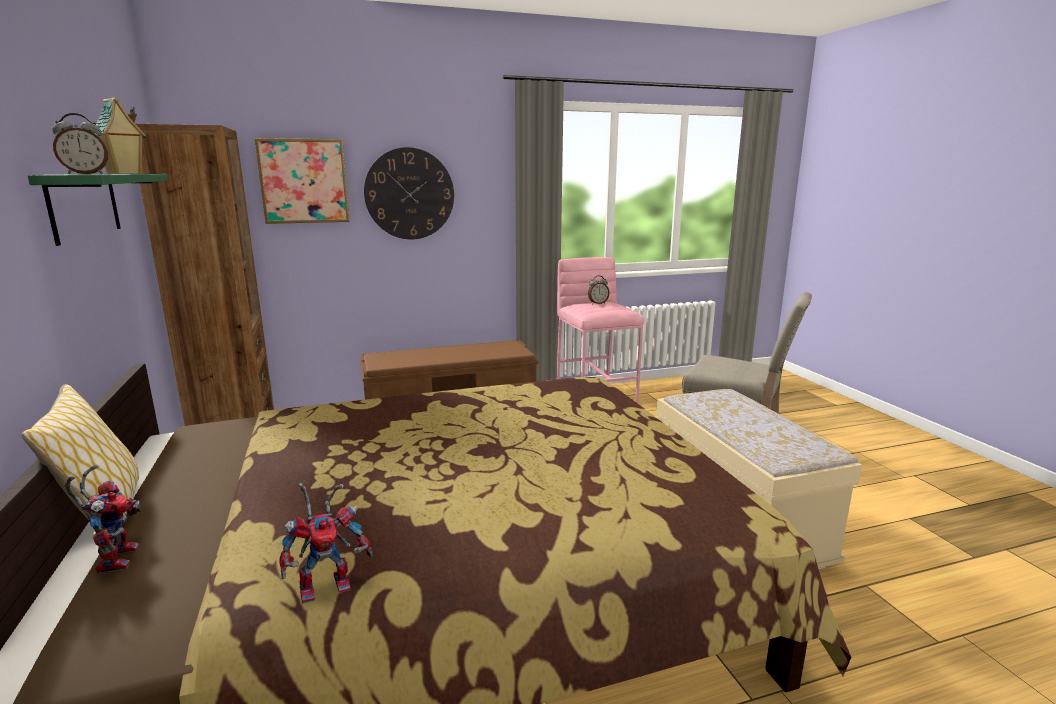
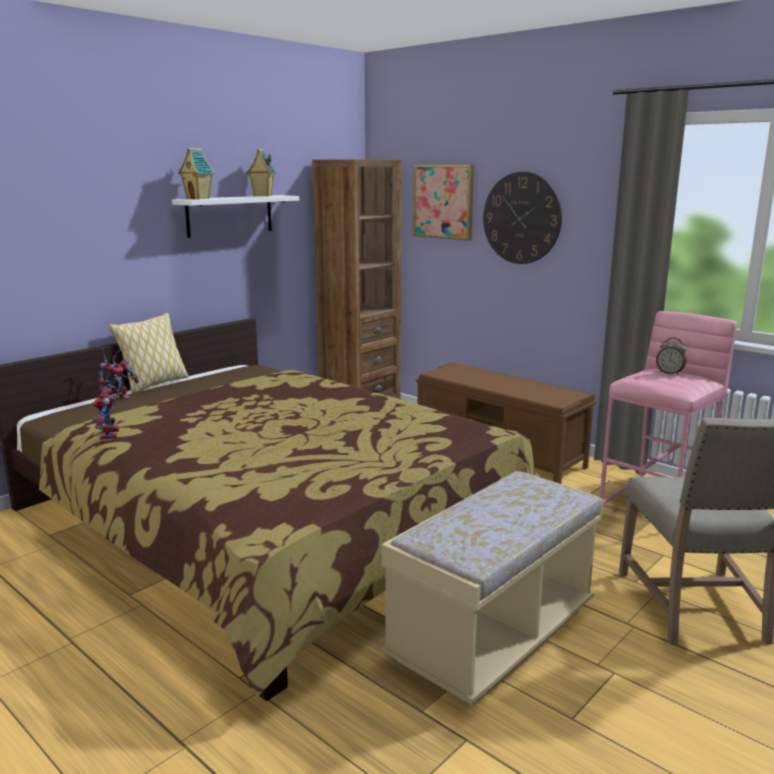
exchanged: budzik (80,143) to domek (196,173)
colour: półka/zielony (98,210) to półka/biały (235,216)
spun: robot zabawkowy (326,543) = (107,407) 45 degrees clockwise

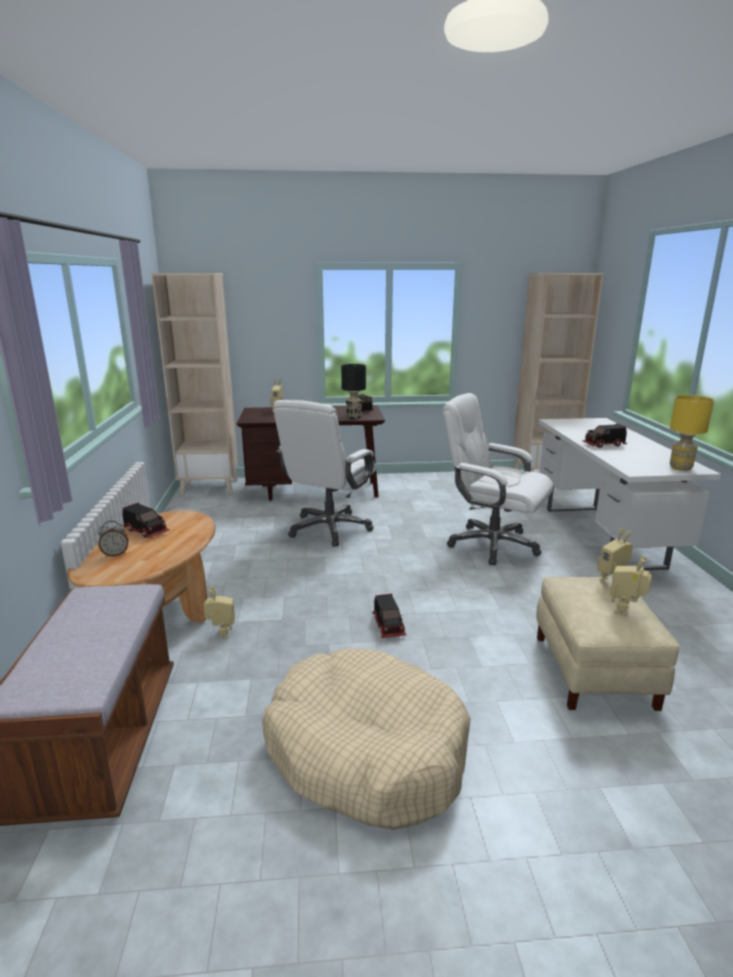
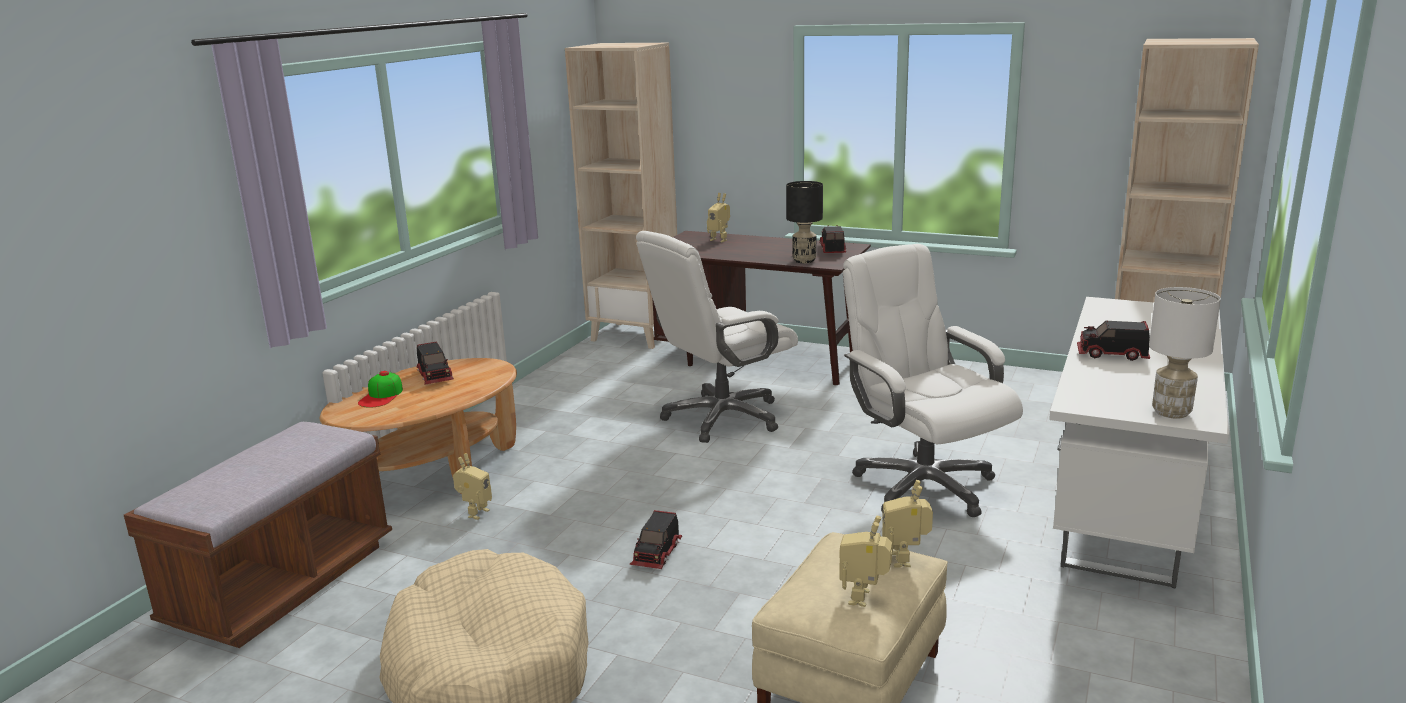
exchanged: budzik (113,539) to czapka z daszkiem (380,389)
colour: lampa stołowa/żółty (692,433) to lampa stołowa/biały (1185,353)
spun: robot zabawkowy (631,585) = (865,561) 45 degrees counterclockwise

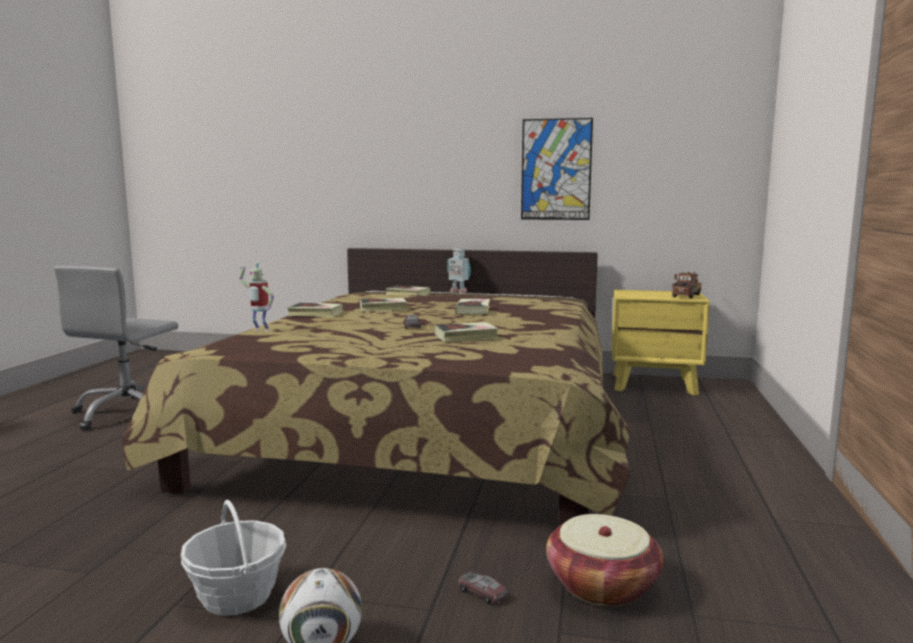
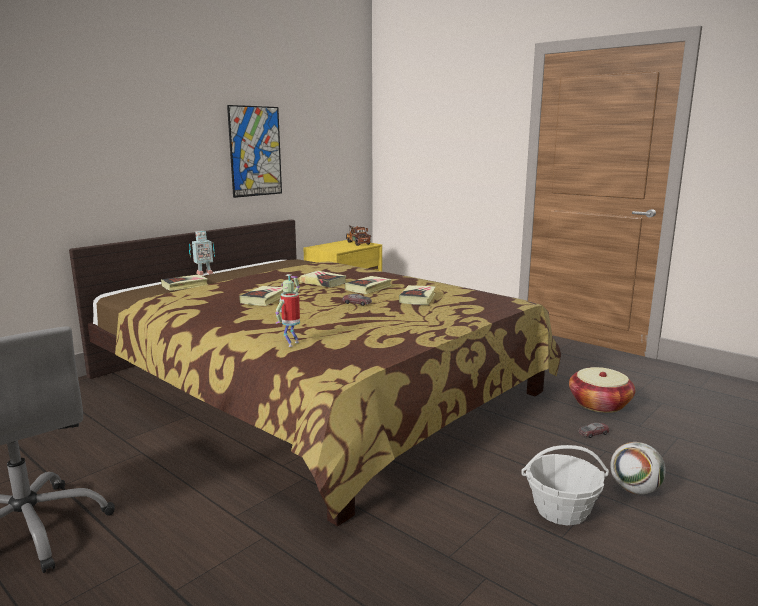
relocated: książka (315,310) to (368,285)
spun: robot zabawkowy (256,297) = (288,310) 150 degrees clockwise

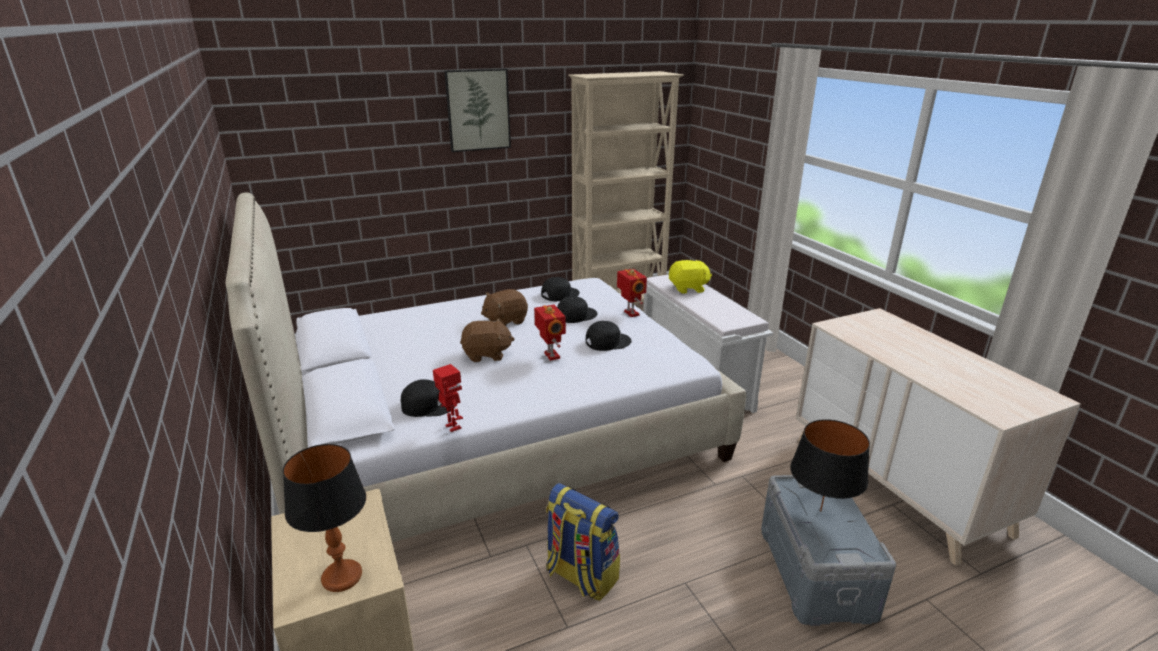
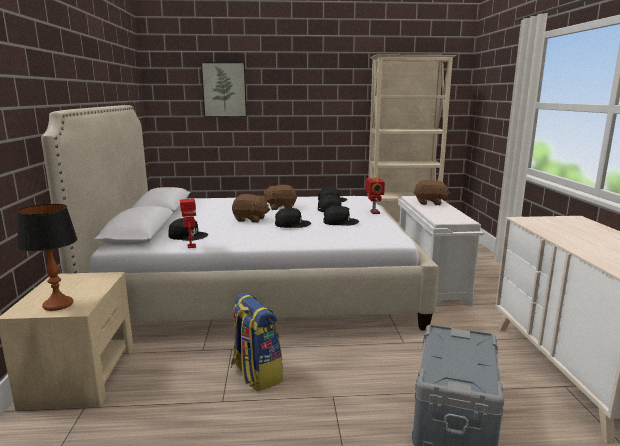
missing: lampa stołowa/czarny (830,465)
relocated: obraz (477,110) to (224,89)
exchanged: robot zabawkowy (550,333) to czapka z daszkiem/czarny (293,218)
colour: pluszak/żółty (690,276) to pluszak/brązowy (432,192)

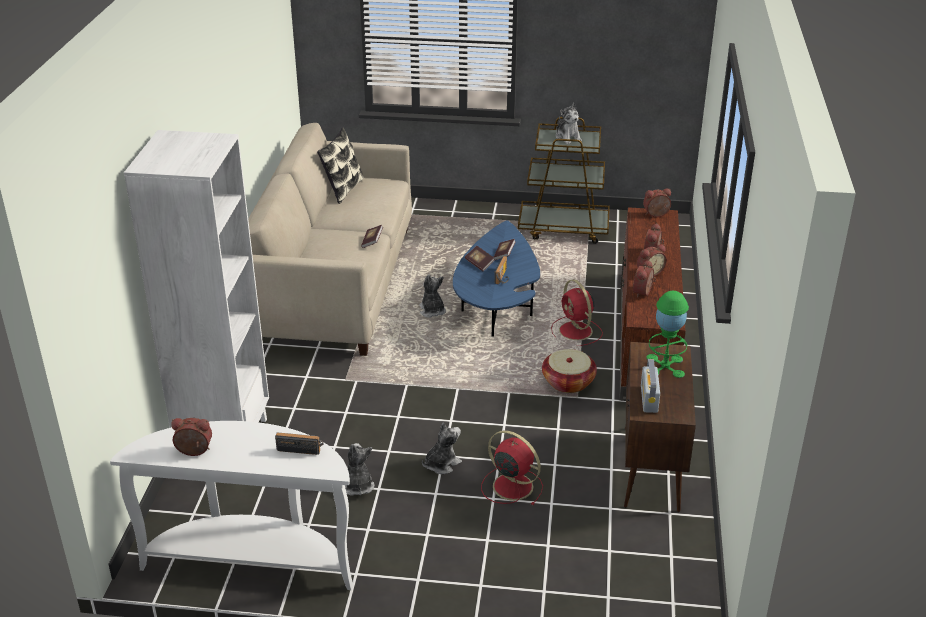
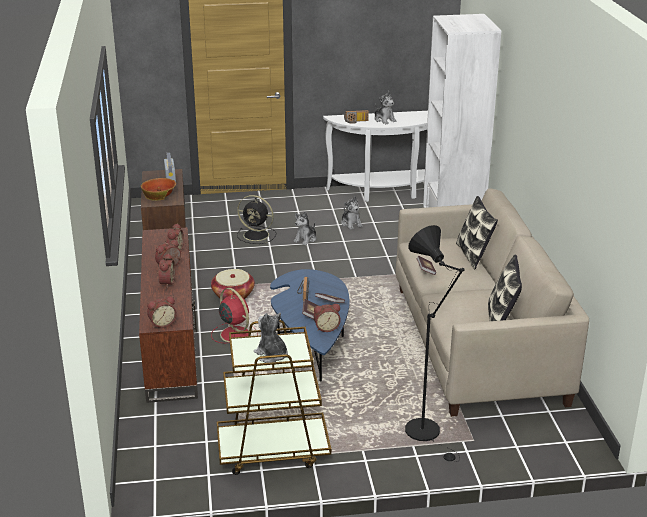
appeared: lampa stojąca/czarny (435,343); poduszka (477,232)
relocated: budzik (191,437) to (327,318); pluszak (432,296) to (385,107)
exchanged: lampa stołowa/zielony (667,334) to miska (158,189)
colour: wentylator/czerwony (512,467) to wentylator/czarny (256,219)

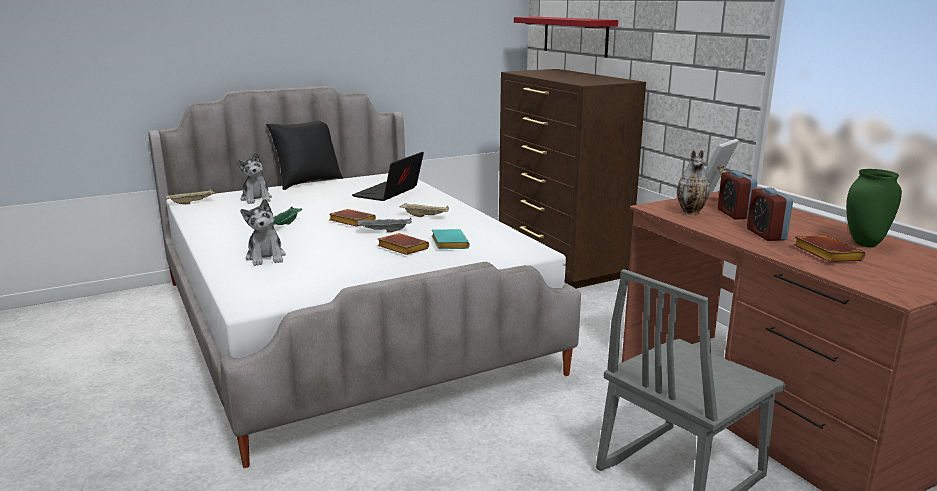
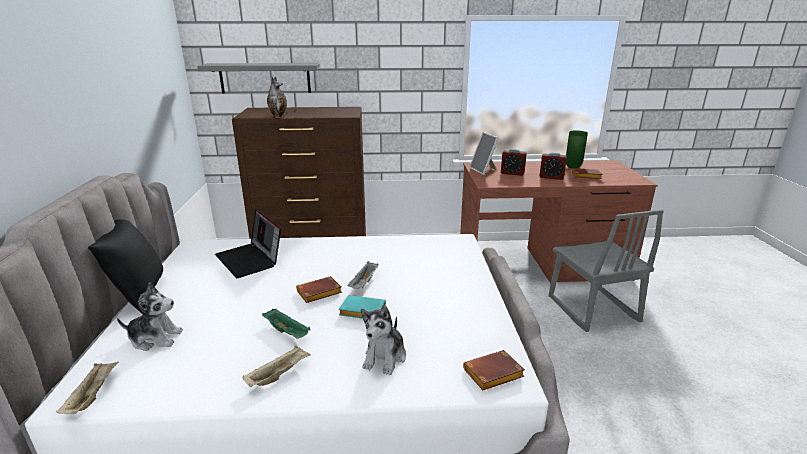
relocated: taca/beżowy (424,210) to (277,366); wazon (693,182) to (277,97); książka/turkusowy (451,239) to (362,307); książka/brązowy (403,244) to (494,370)
colour: półka/czerwony (566,37) to półka/szary (258,78)
spun: pluszak (263,232) = (383,340) 105 degrees clockwise

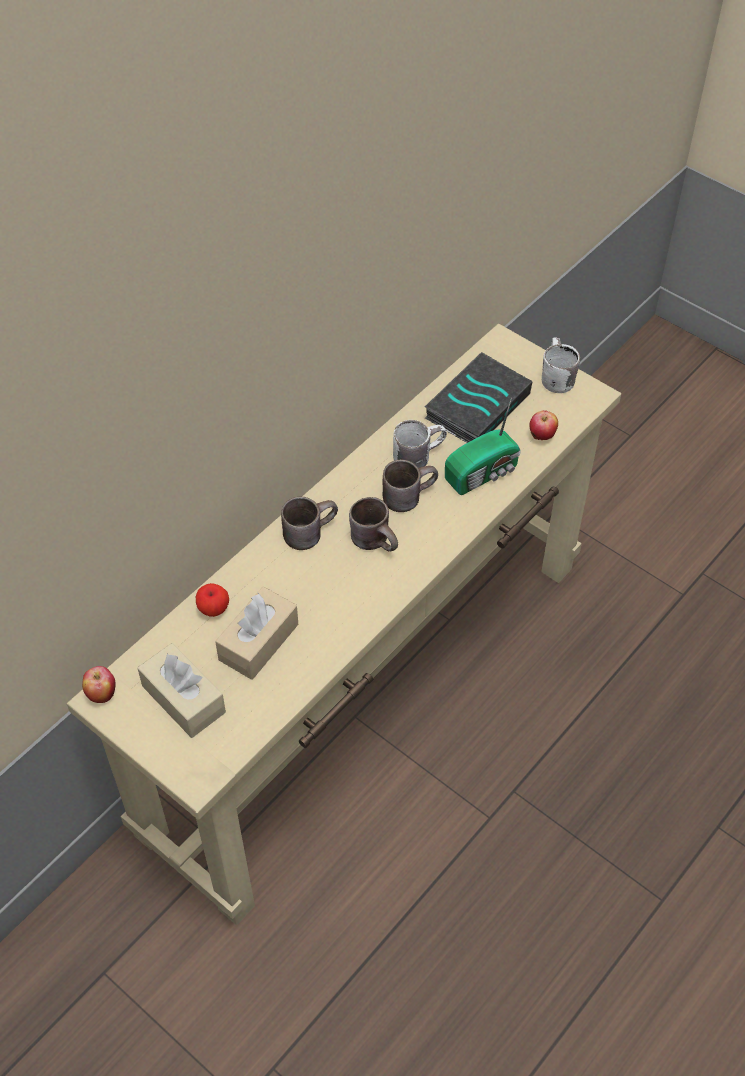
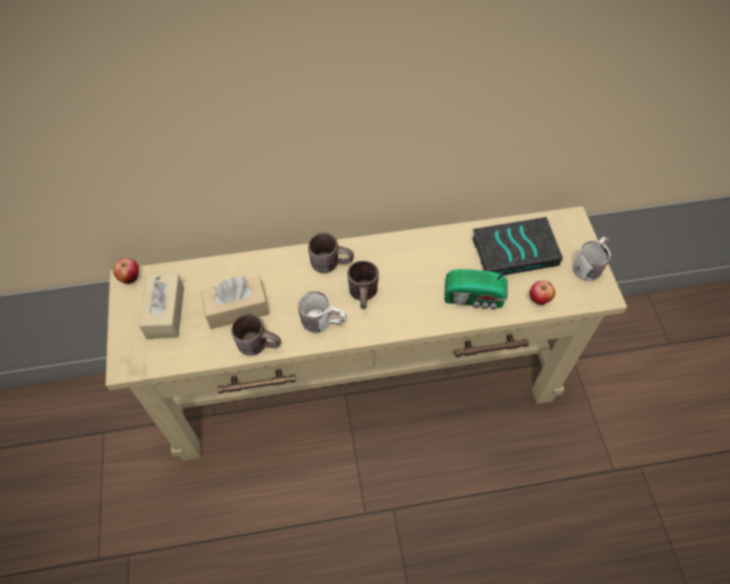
missing: jabłko (212,600)
relocated: kubek/brązowy (410,486) to (256,334); kubek/biały (420,444) to (322,312)

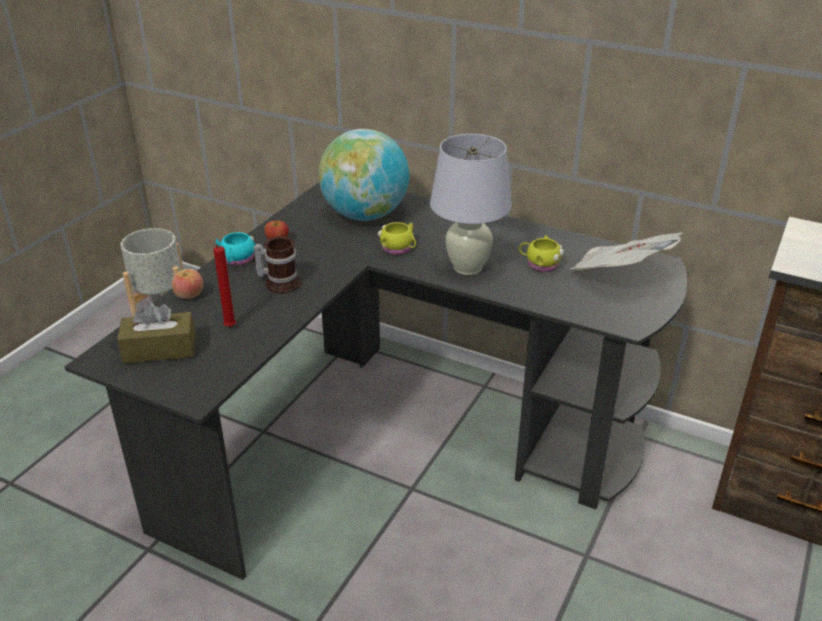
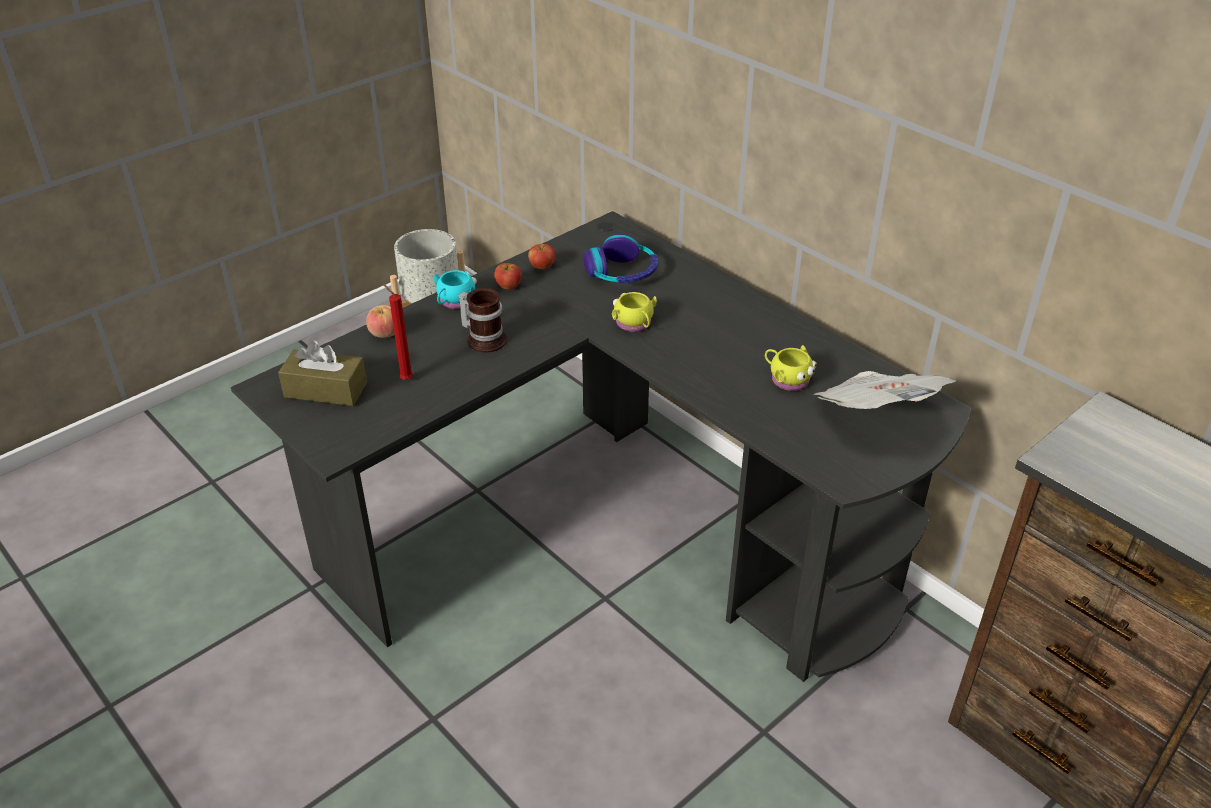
missing: lampa stołowa/biały (471,204)
appeared: jabłko (542,256)
exchanged: globus (363,175) to słuchawki (620,258)

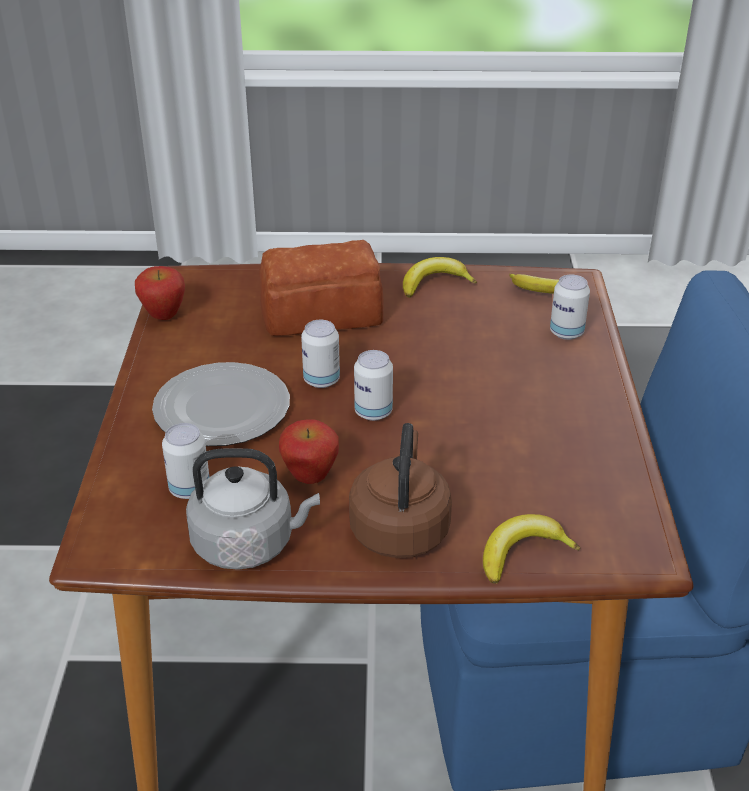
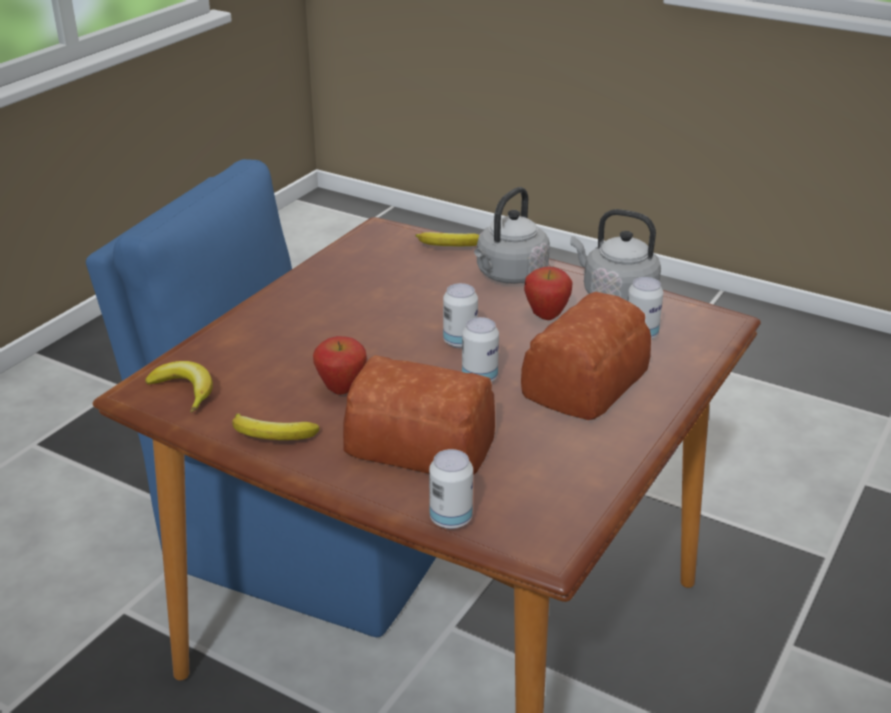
relocated: jabłko (160,293) to (340,365); puszka (570,307) to (451,489)
exchanged: talerz (221,404) to chleb (586,356)
colour: czajnik/brązowy (400,490) to czajnik/szary (512,235)

